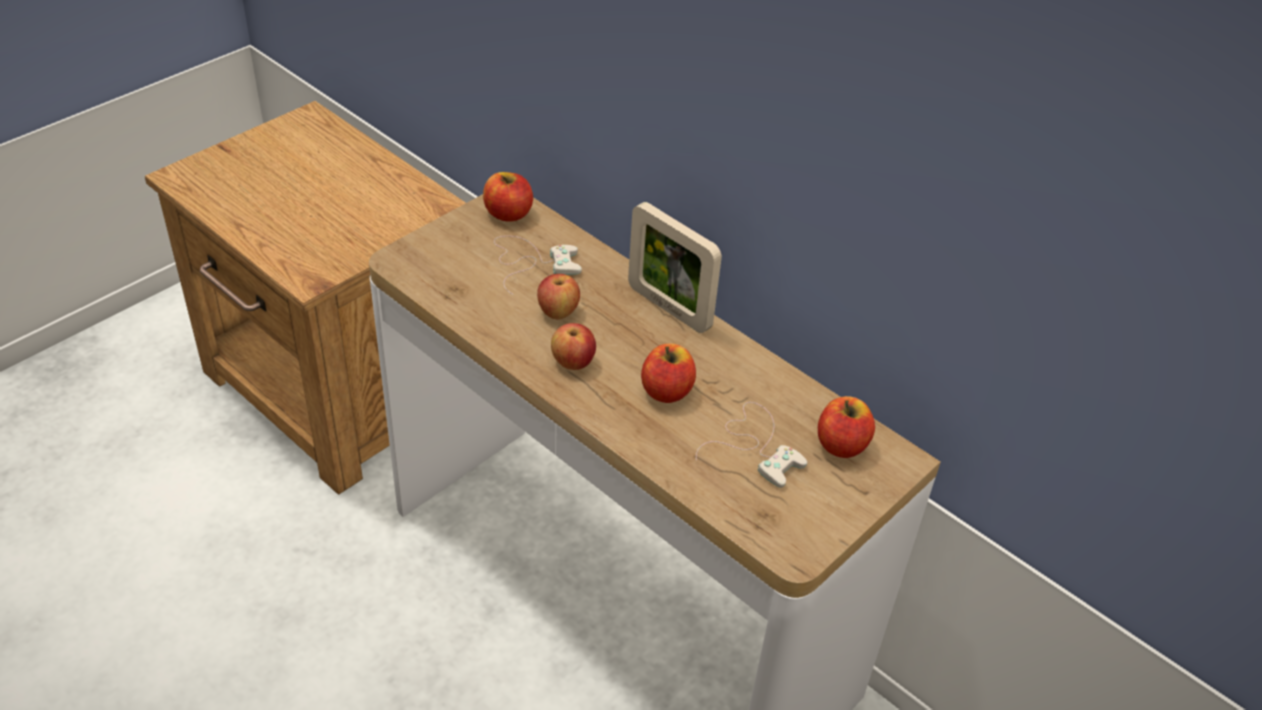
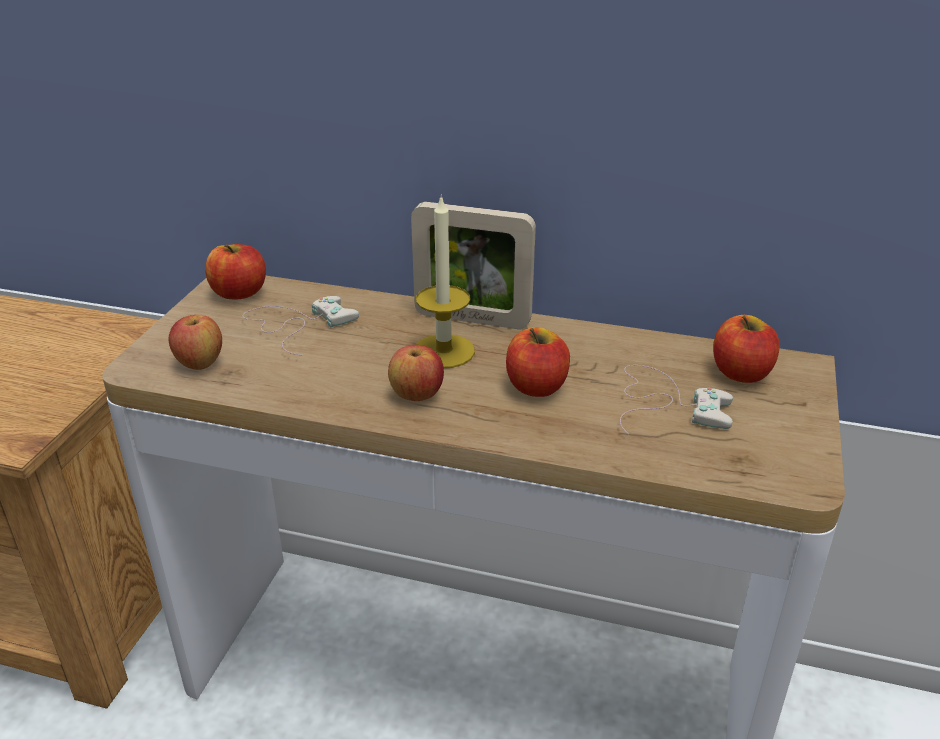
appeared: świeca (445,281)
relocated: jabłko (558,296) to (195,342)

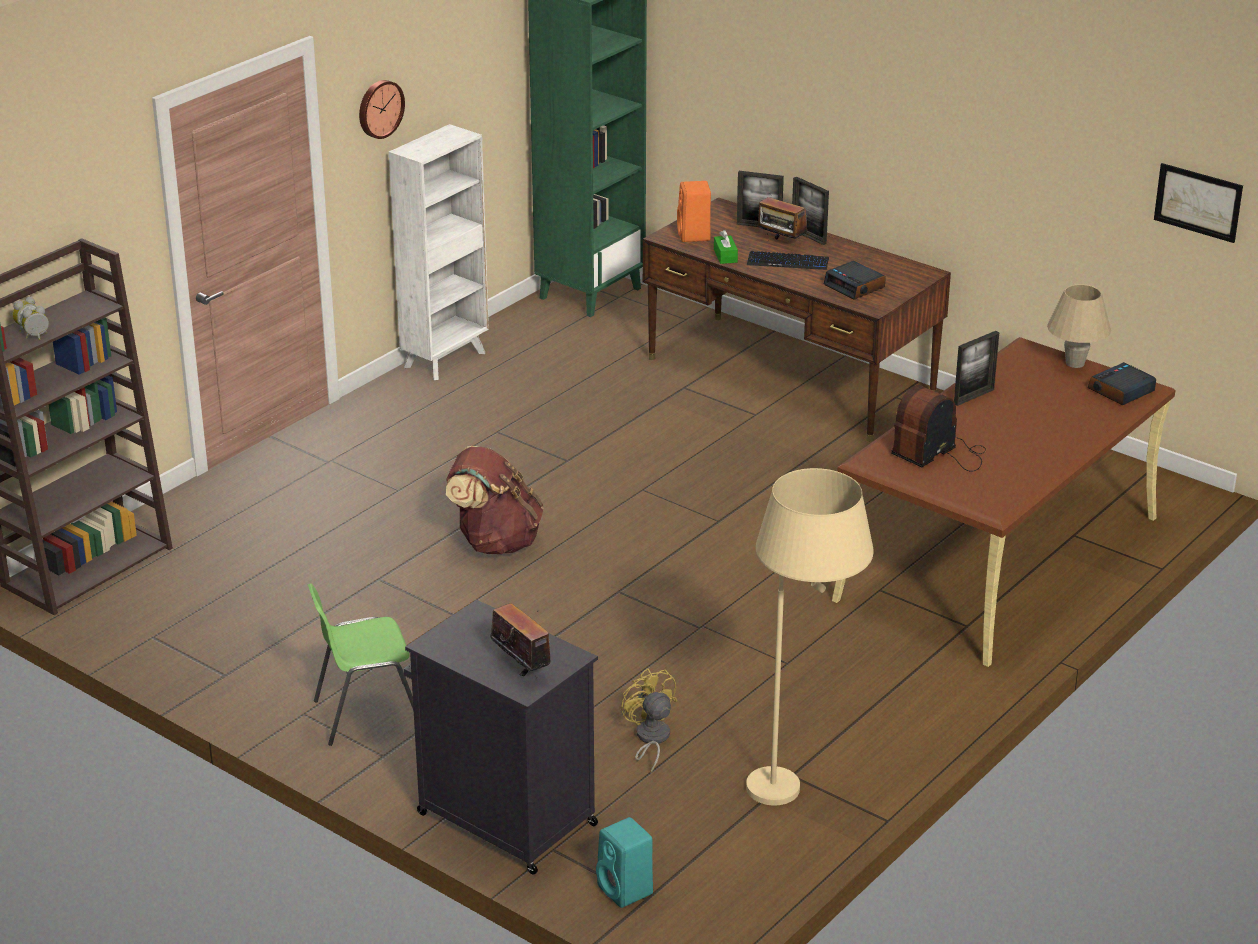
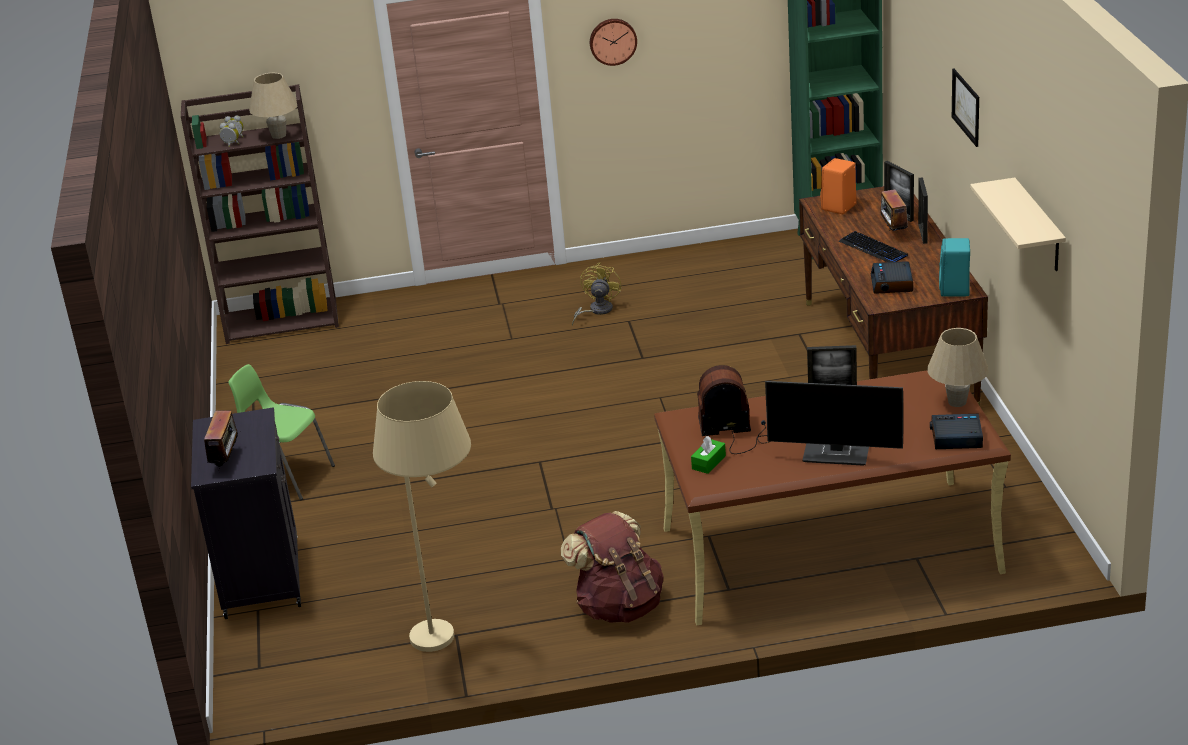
missing: regał/biały (439,252)
appeared: lampa stołowa/beżowy (273,106); monitor (834,423); półka/beżowy (1018,224)
relocated: plecak/brązowy (495,500) to (612,567); wentylator/żółty (649,721) to (597,294); pudełko chusteczek/zielony (726,247) to (708,455); głośnik/turkusowy (624,862) to (954,267); obraz (1198,203) to (965,108)

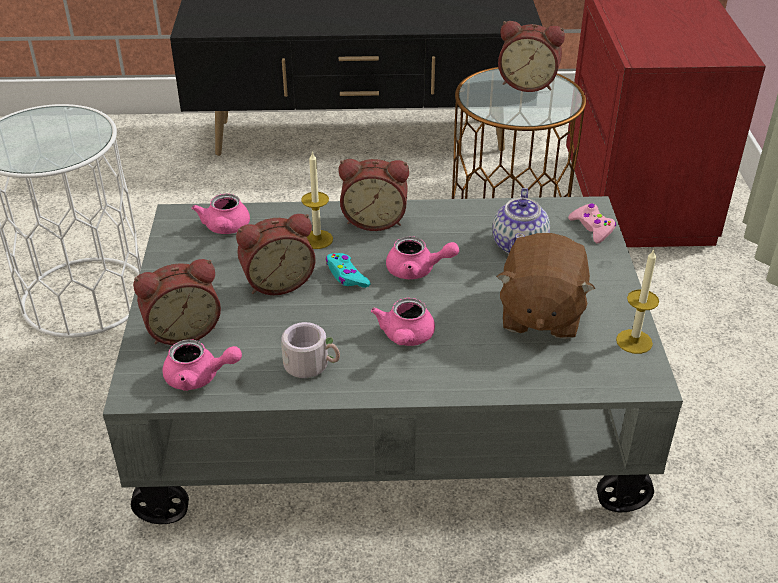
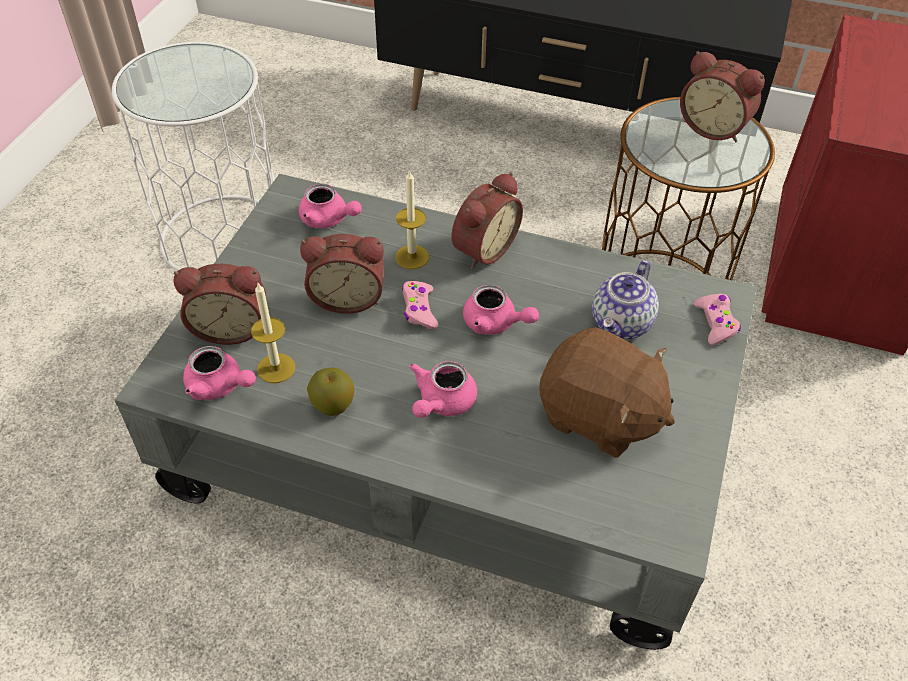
relocated: świeca (637,301) to (273,333)
exchanged: kubek/szary (310,350) to jabłko (331,392)
colour: pad do gier/turkusowy (348,270) to pad do gier/różowy (420,305)
spun: imbryk/różowy (221,214) = (330,206) 75 degrees counterclockwise; budzik (374,195) = (487,220) 75 degrees counterclockwise; pluszak/brązowy (546,286) = (607,392) 90 degrees counterclockwise

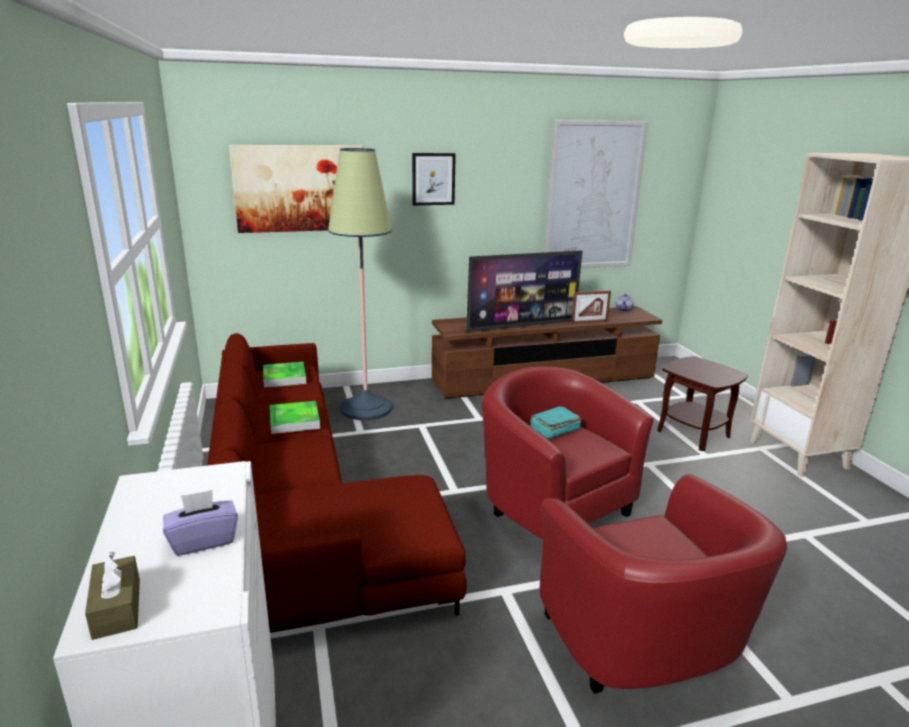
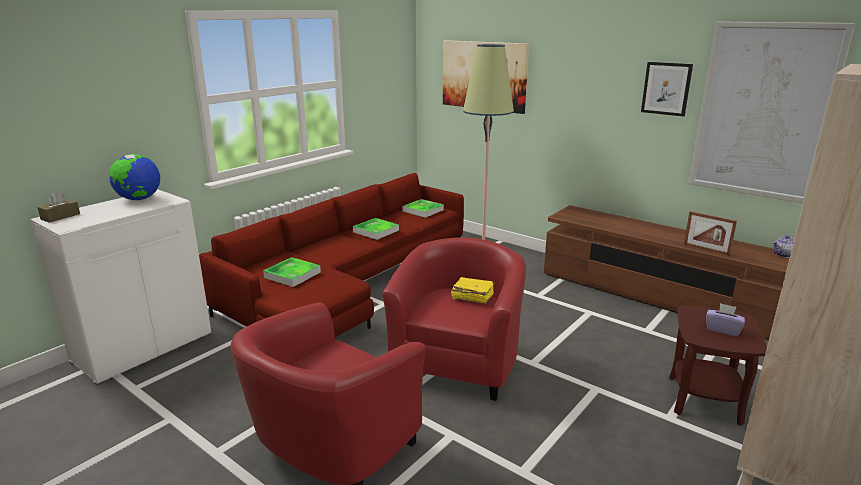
missing: telewizor (524,291)
appeared: globus (134,177); taca (292,272)
relocated: obraz (434,179) to (667,89); pudełko chusteczek/fioletowy (200,523) to (725,319)
colour: książka/turkusowy (556,423) to książka/żółty (473,290)

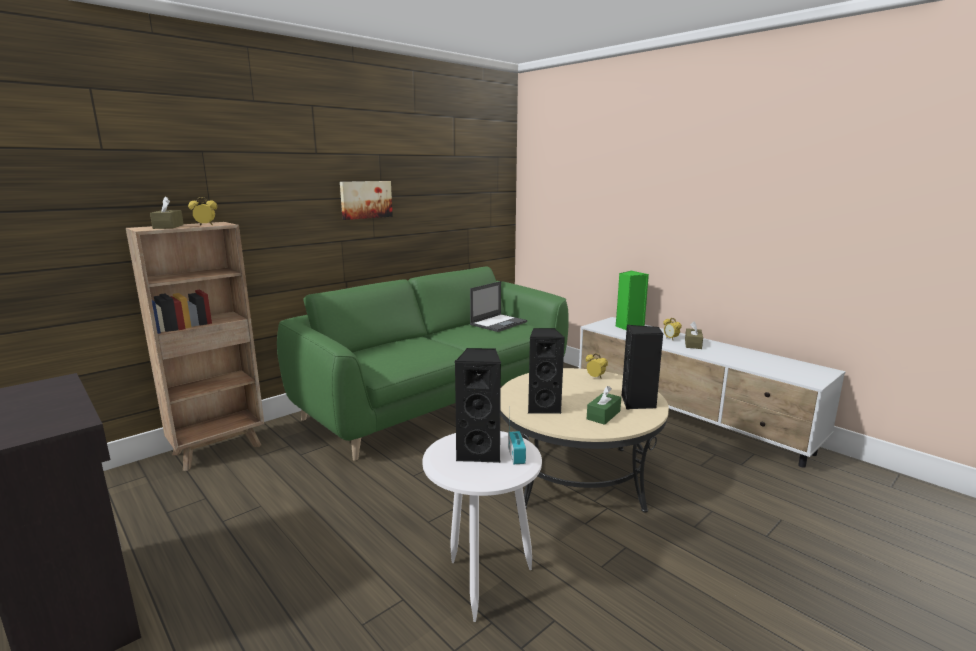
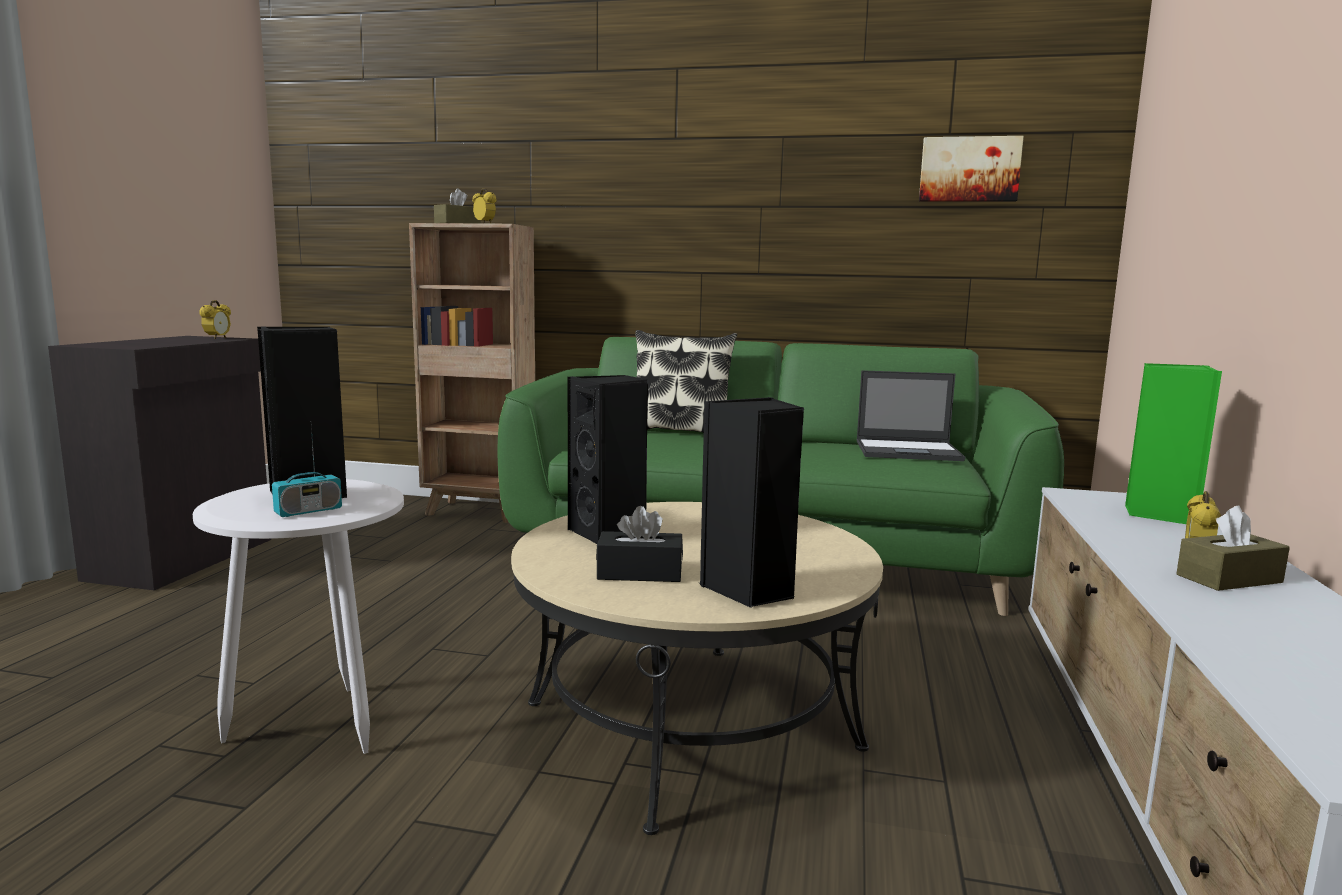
appeared: poduszka (686,381)
relocated: budzik (597,365) to (215,319); obraz (366,200) to (971,169)
colour: pudełko chusteczek/zielony (604,405) to pudełko chusteczek/czarny (639,544)

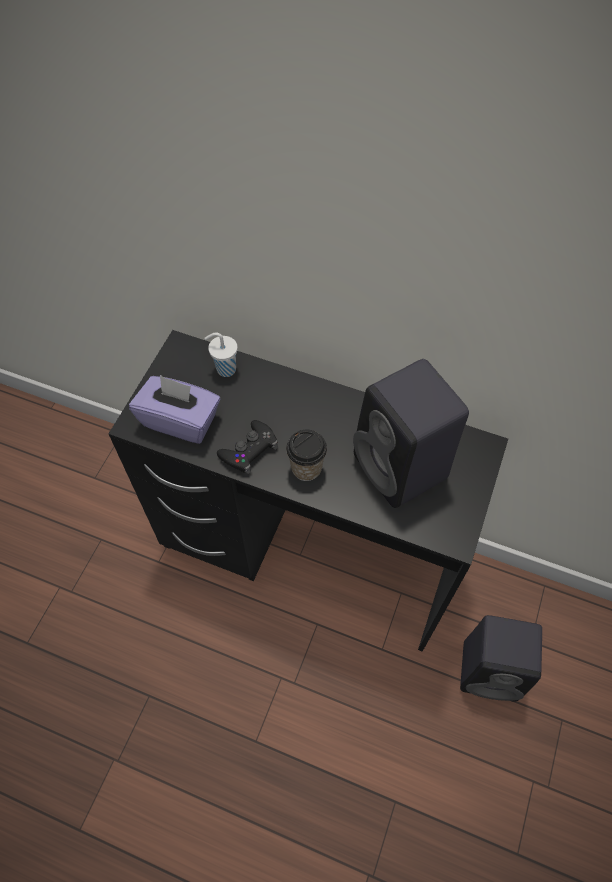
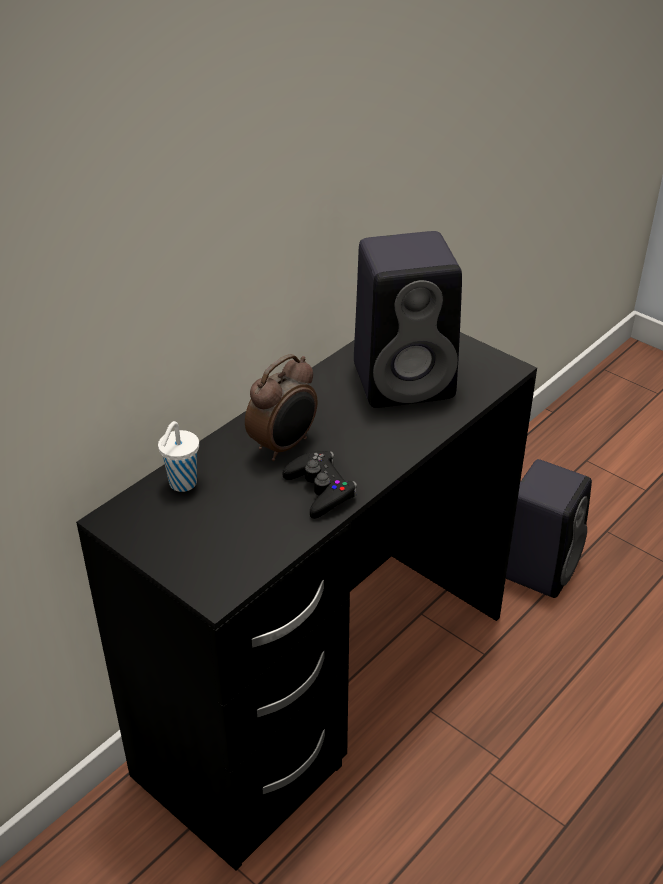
missing: pudełko chusteczek/fioletowy (174,409); filiżanka (306,455)
appeared: budzik (281,407)

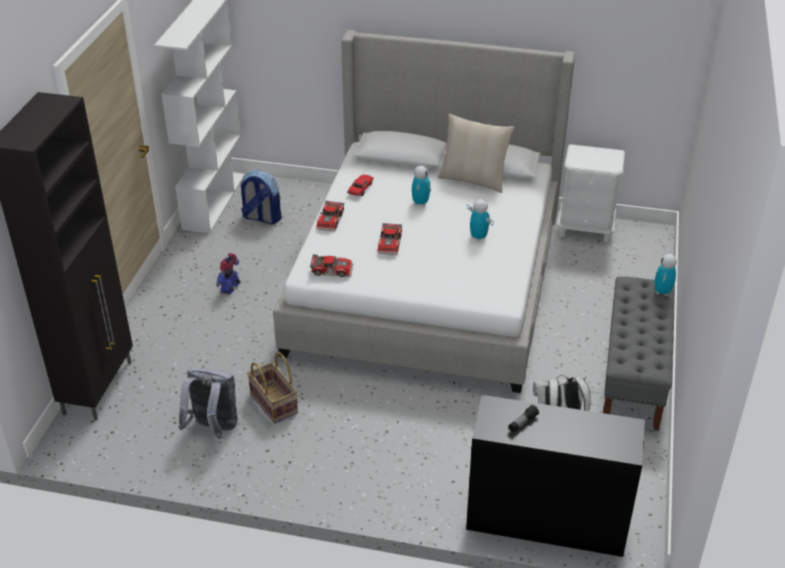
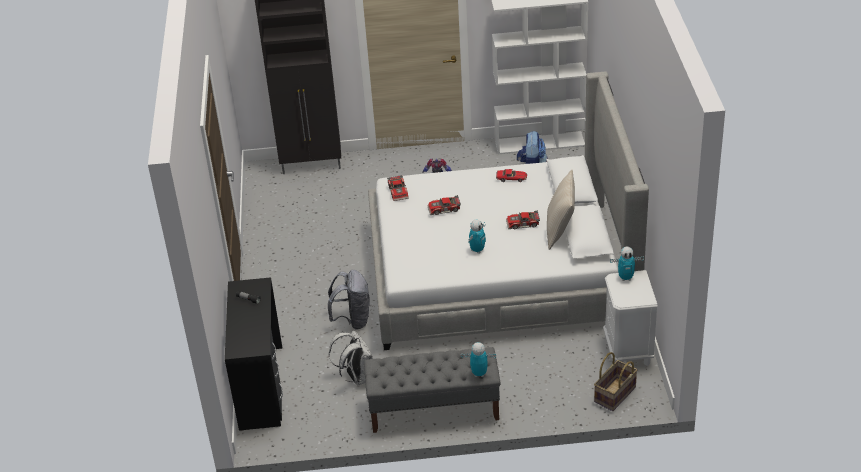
relocated: plecak/szary (208,403) to (349,299); samochodzik (330,216) to (523,219); koszyk (272,388) to (615,381); robot zabawkowy (421,186) to (627,263)

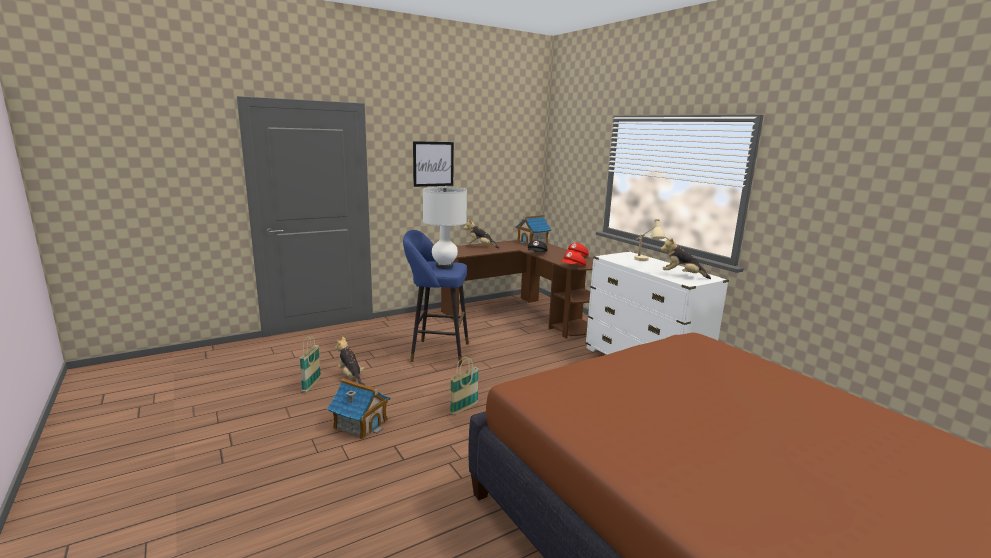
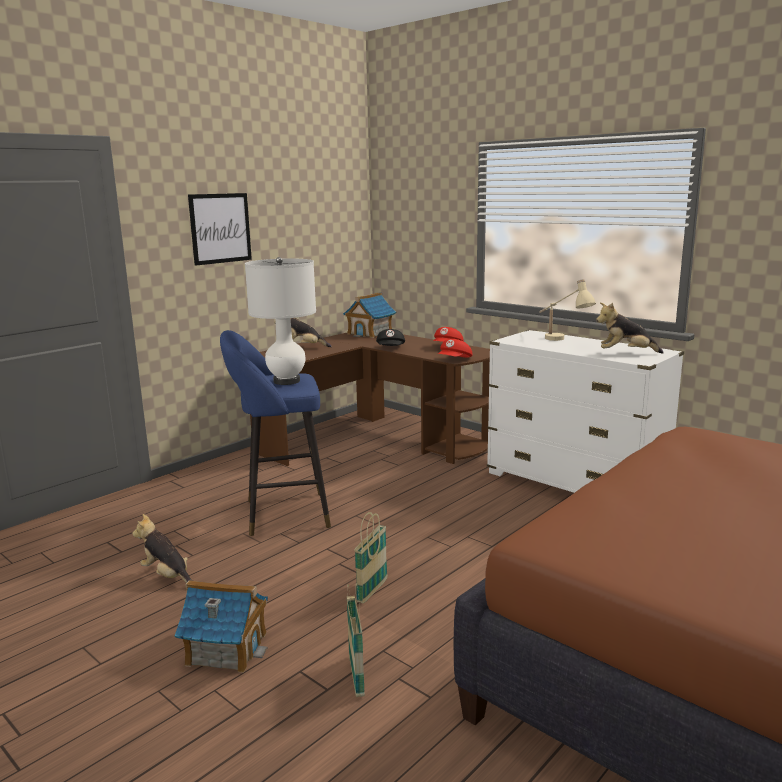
relocated: koszyk (310,364) to (356,640)

